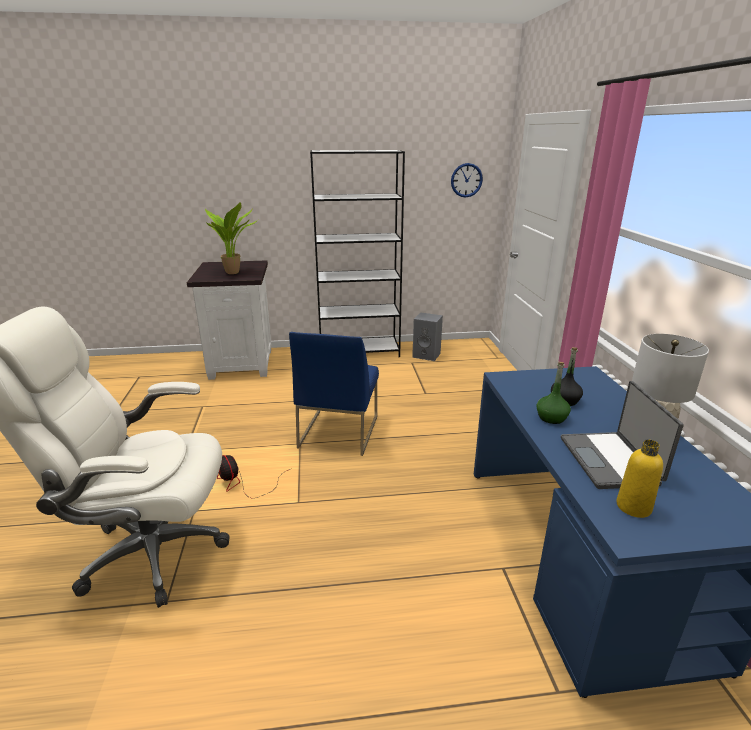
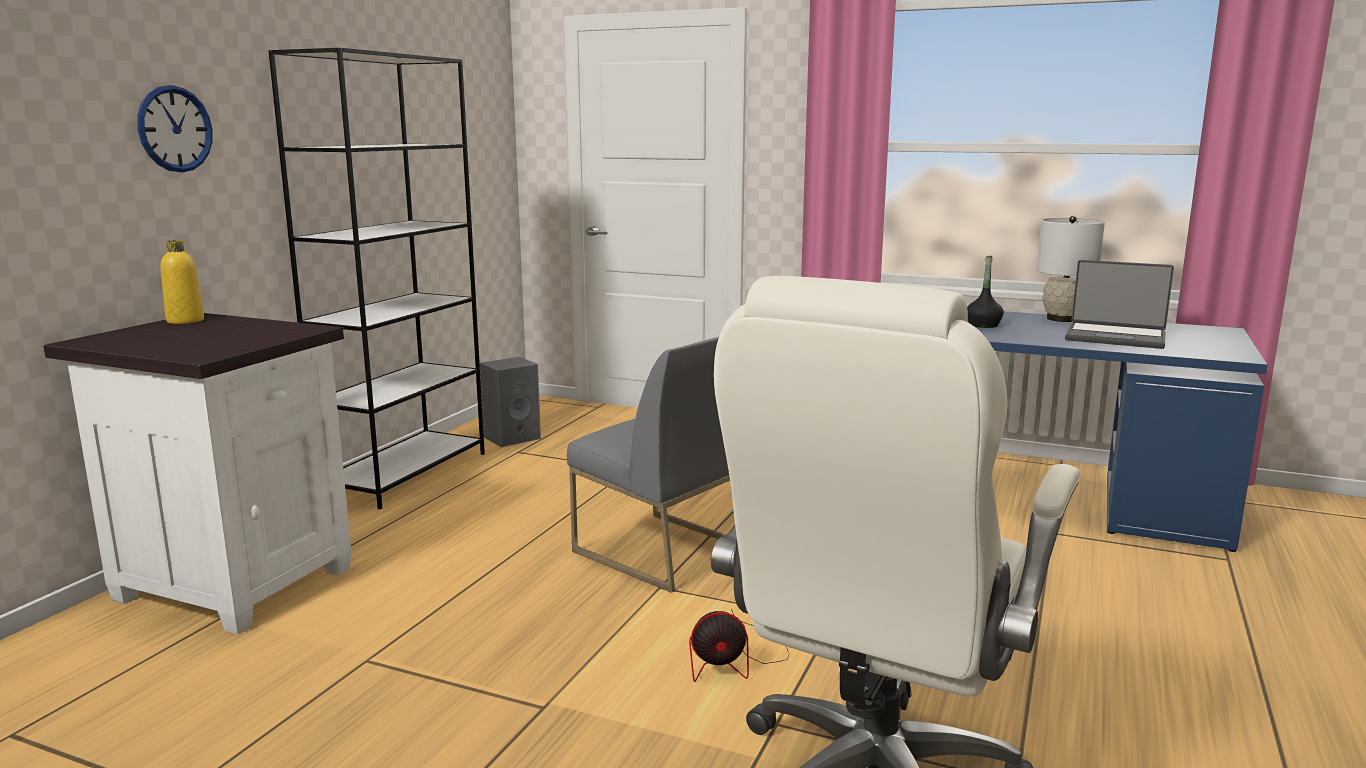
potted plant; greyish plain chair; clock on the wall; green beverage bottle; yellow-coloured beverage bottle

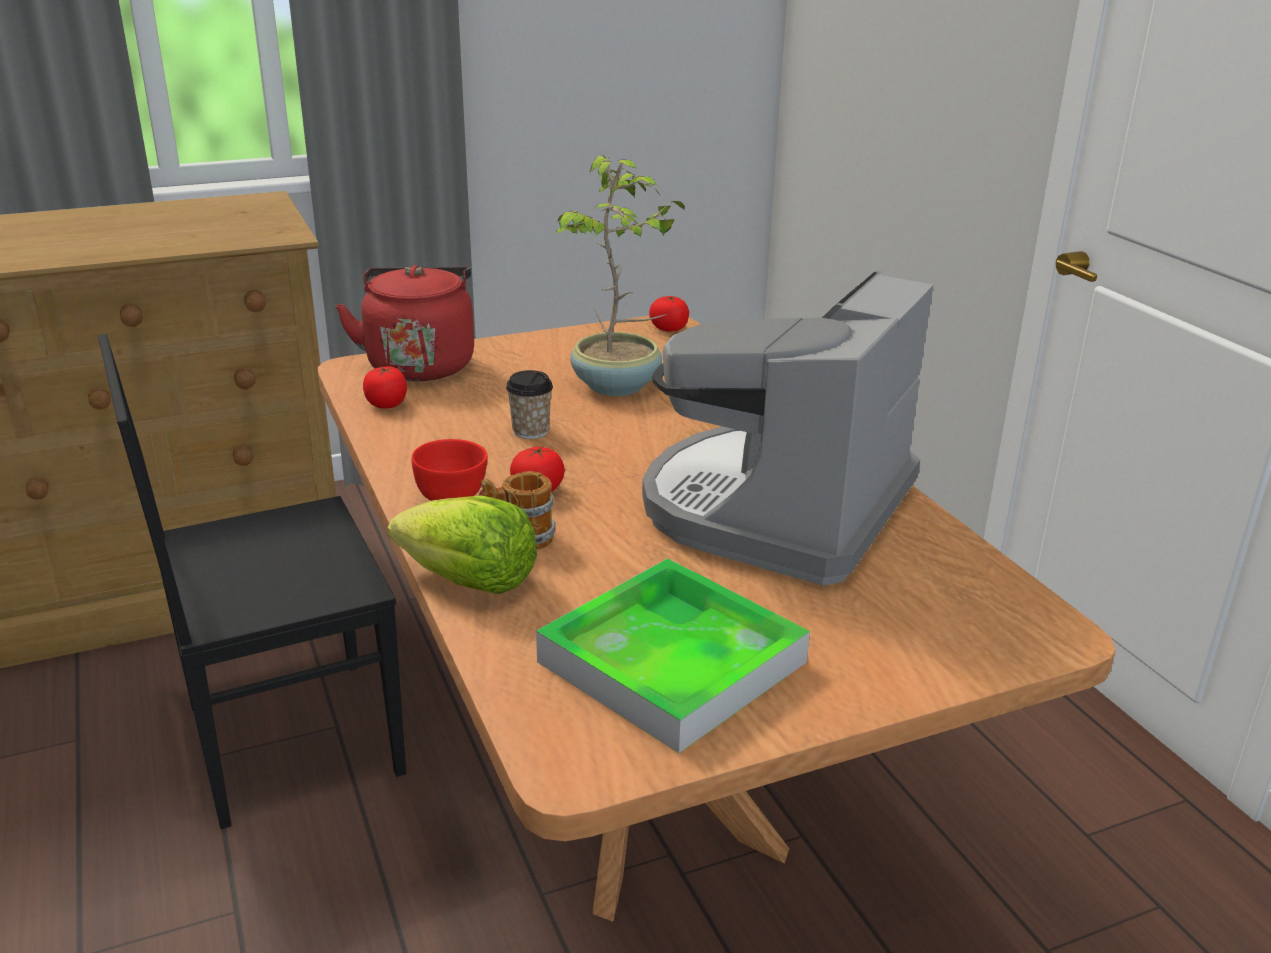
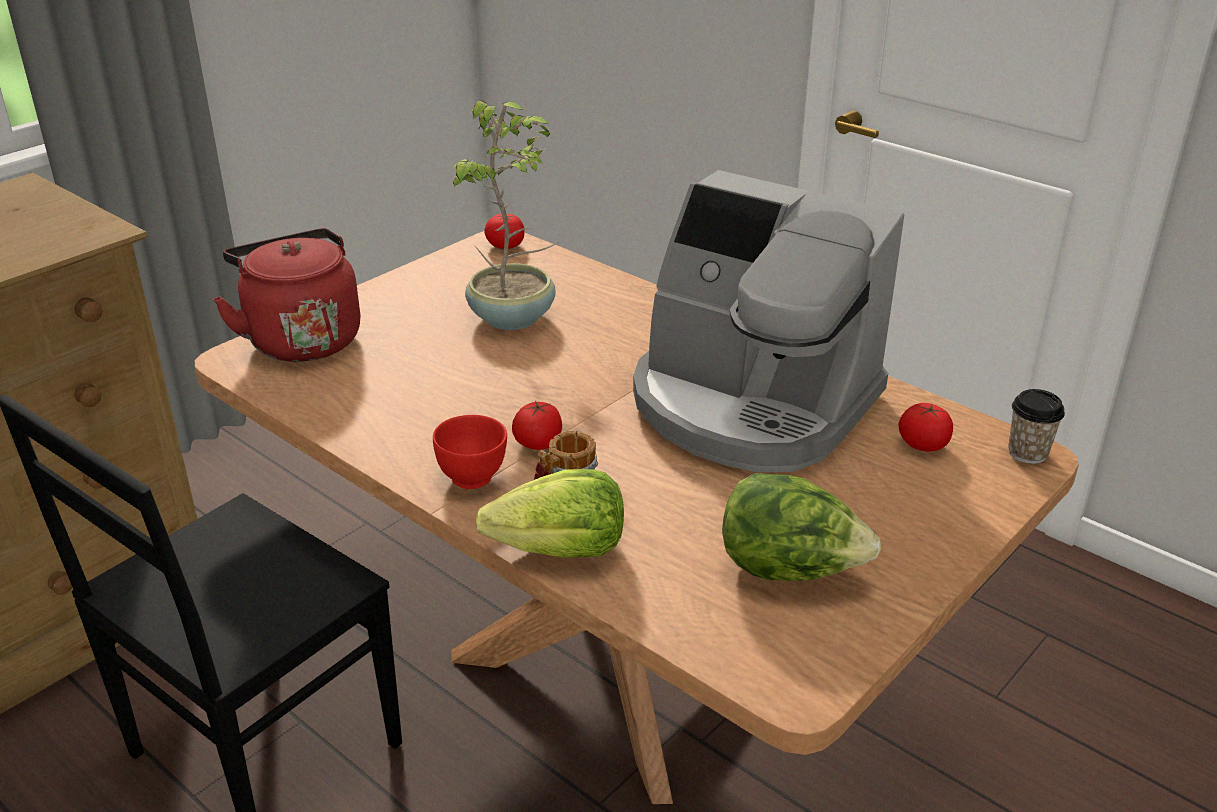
whole tomato (no. 3 from left); drinking cup; lettuce (no. 2 from left); coffee brewer

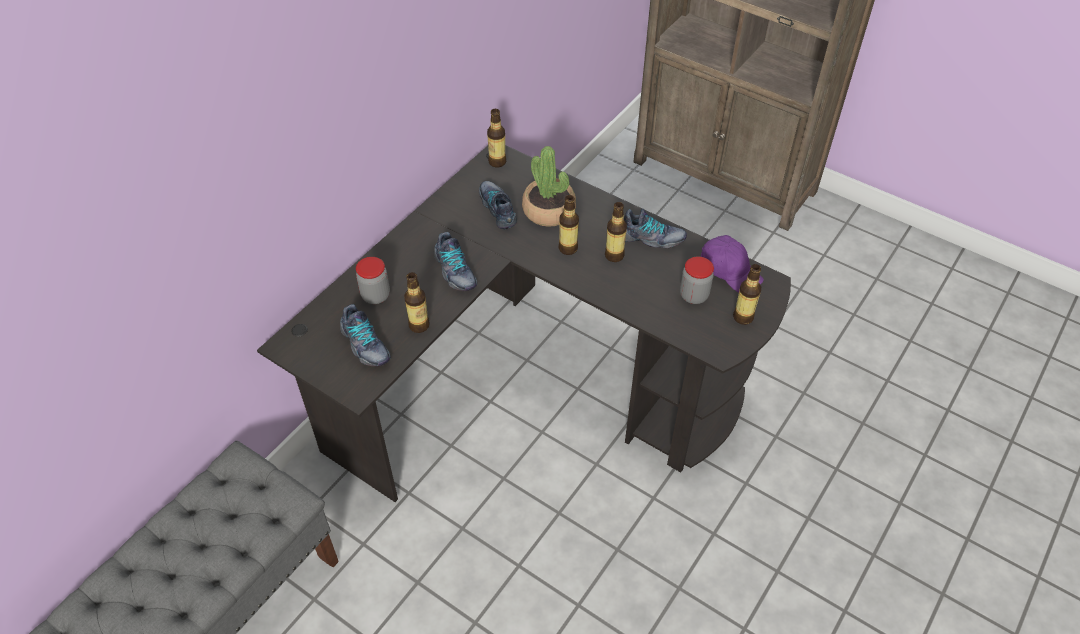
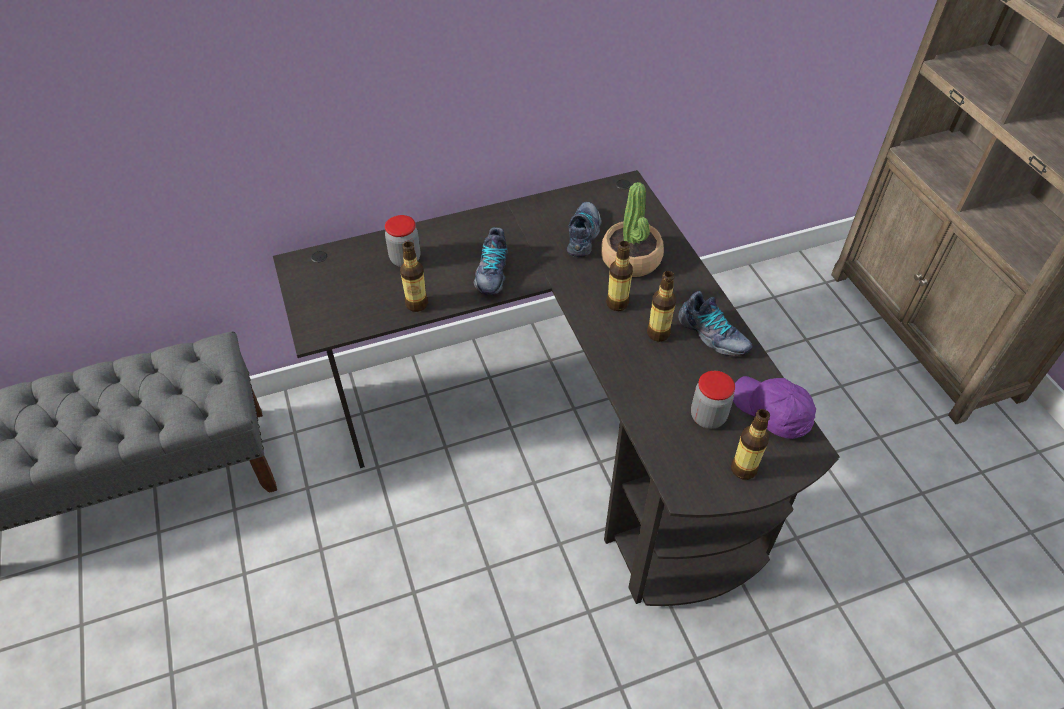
shoe (no. 1 from left in the first image); beverage bottle (no. 2 from left in the first image); purplish cap

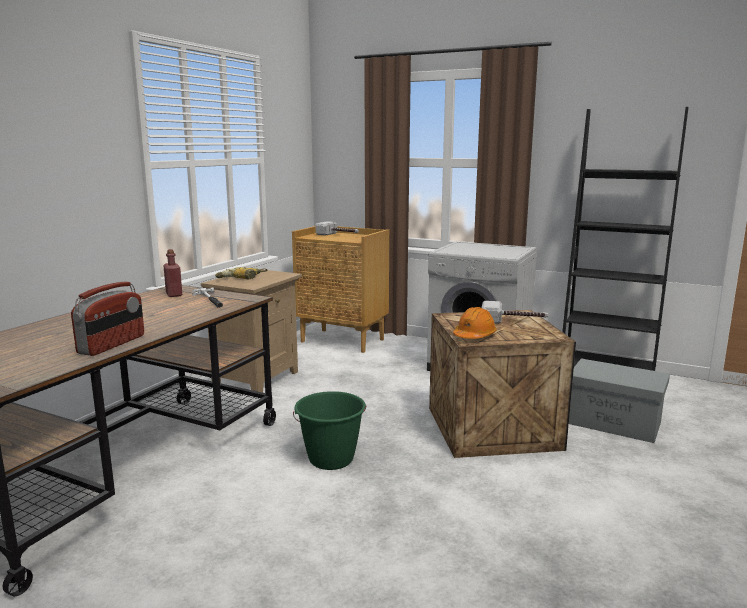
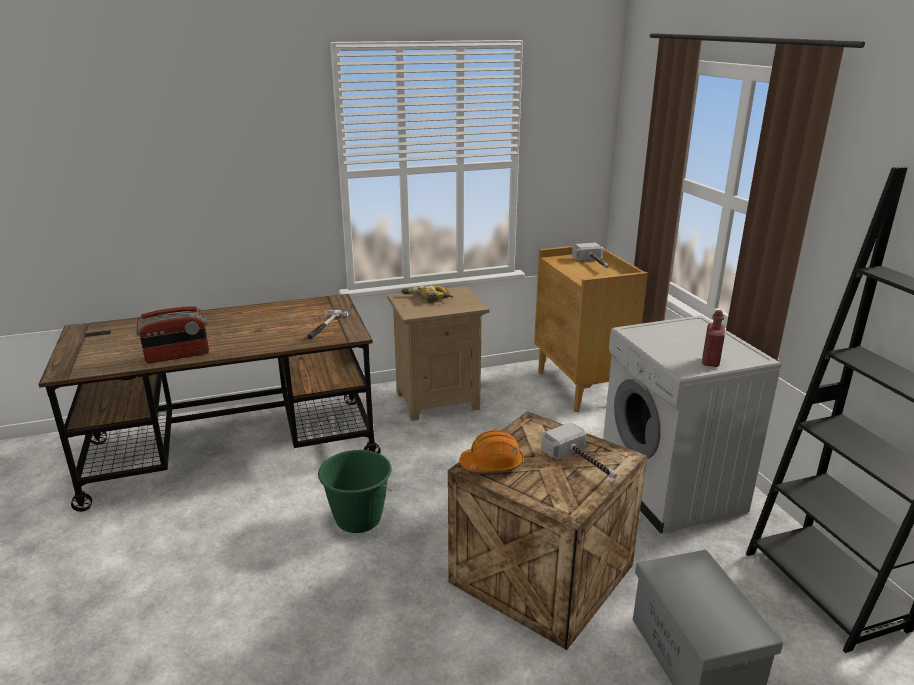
red-coloured beverage bottle

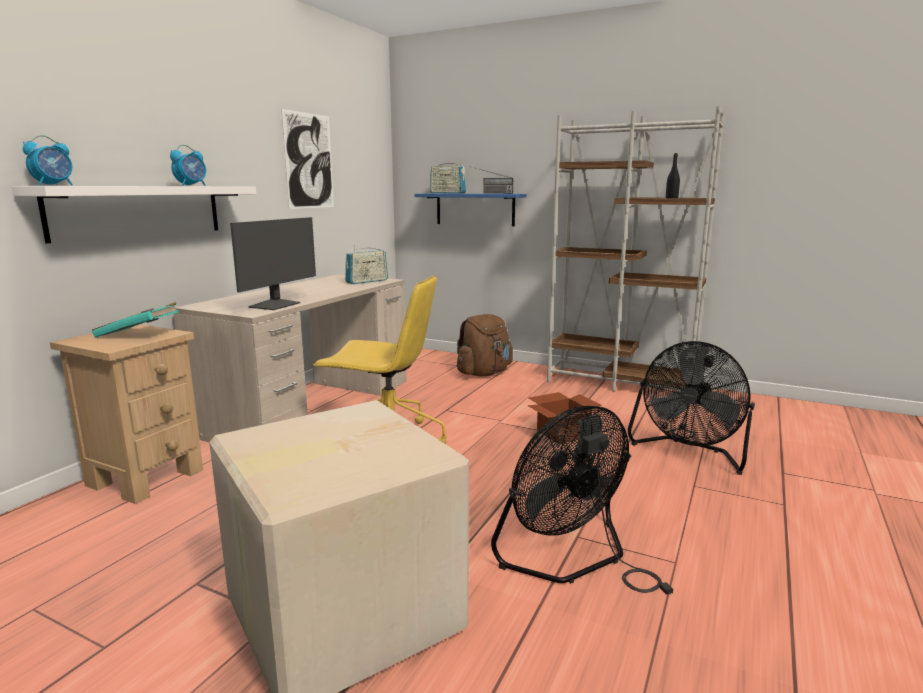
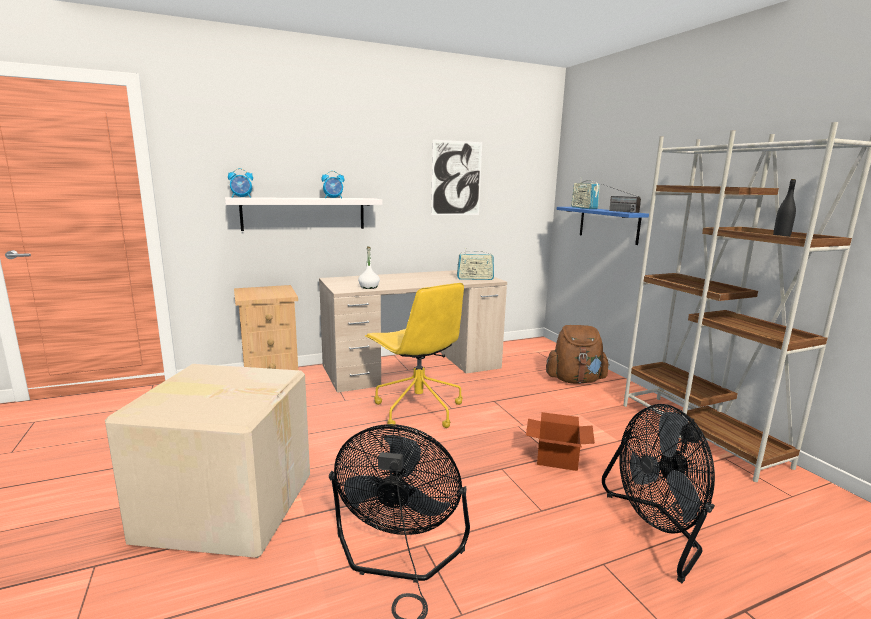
turquoise book; whitish beverage bottle

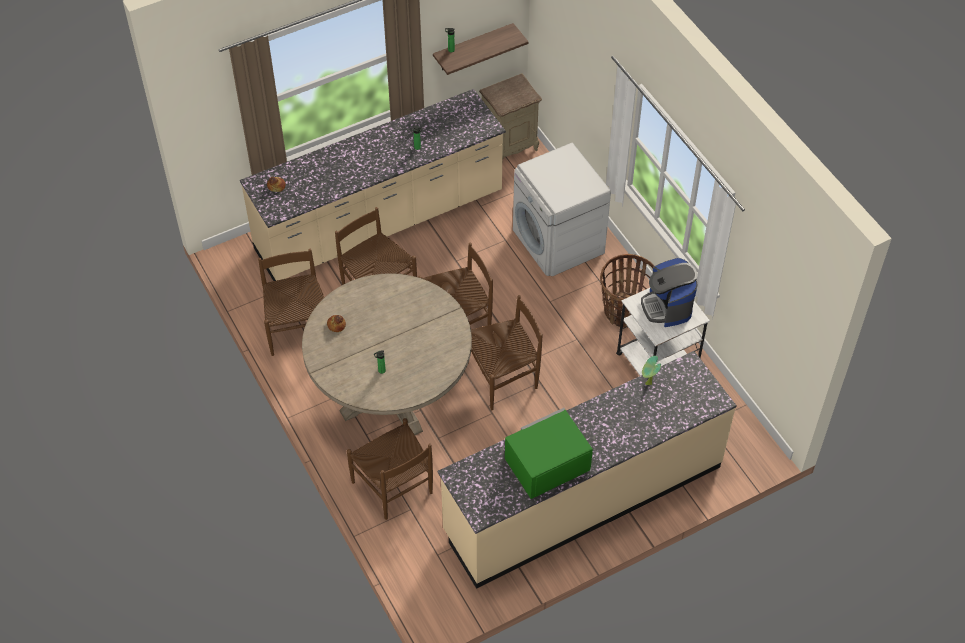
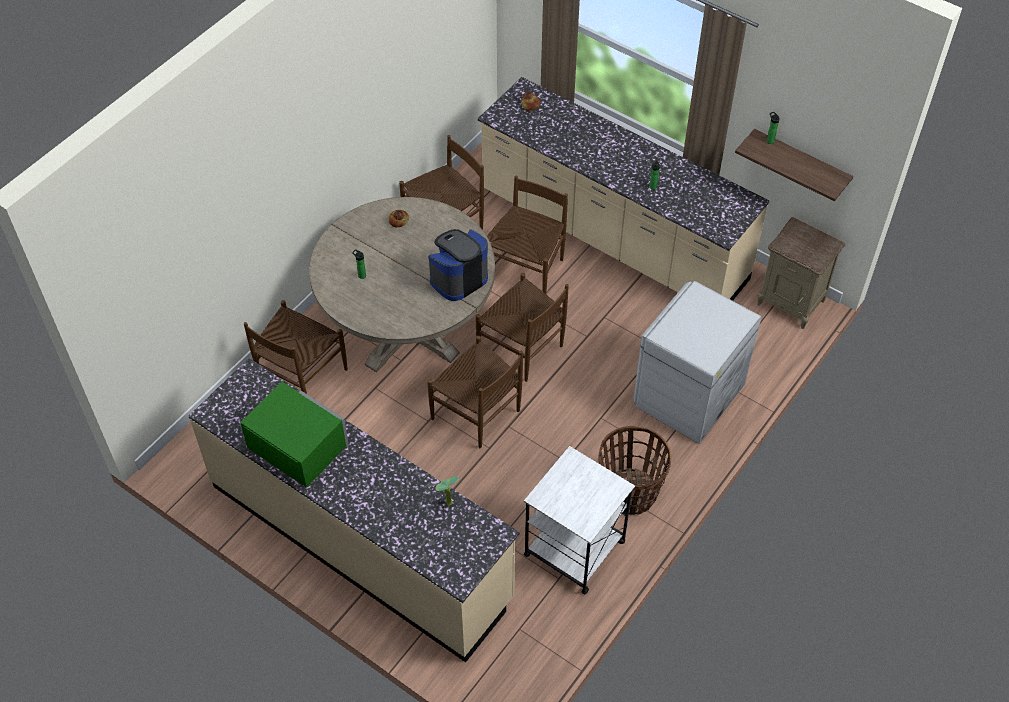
coffee brewer

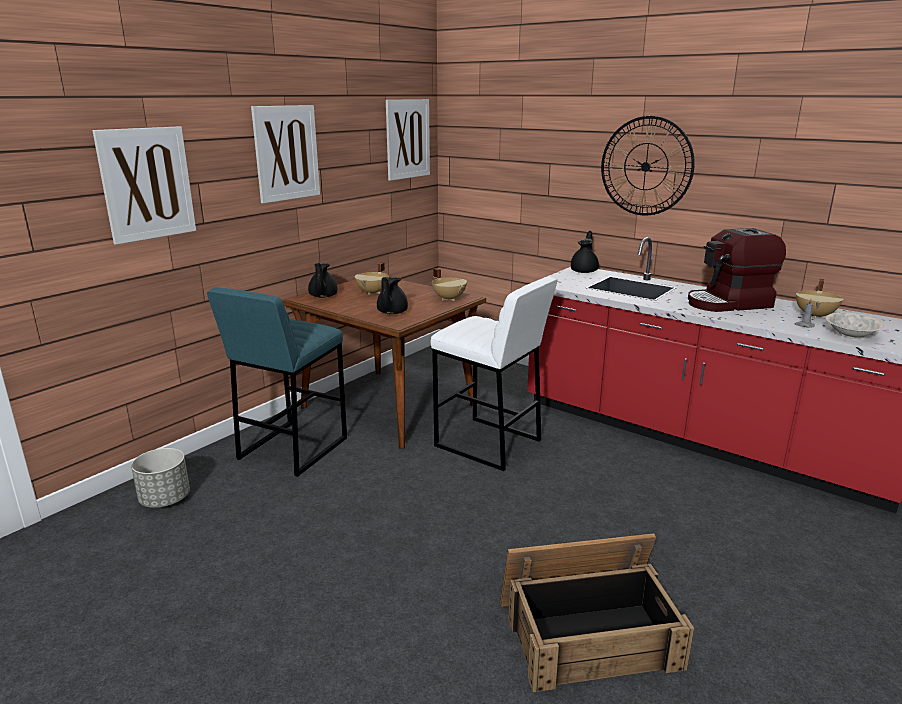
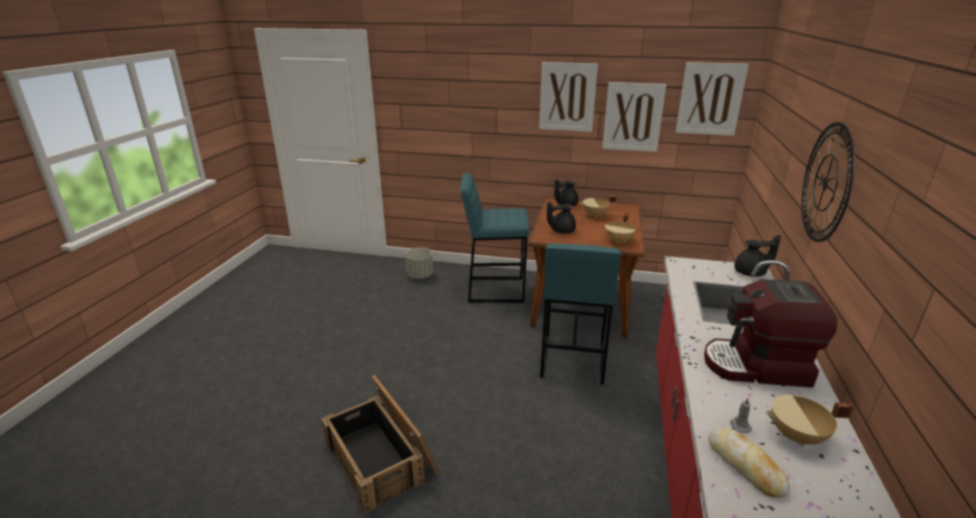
wall picture (no. 2 from left); turquoise stool seat (no. 2 from left); coffee brewer; bread

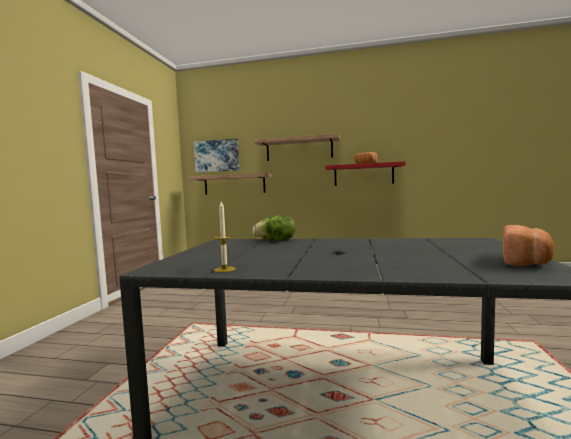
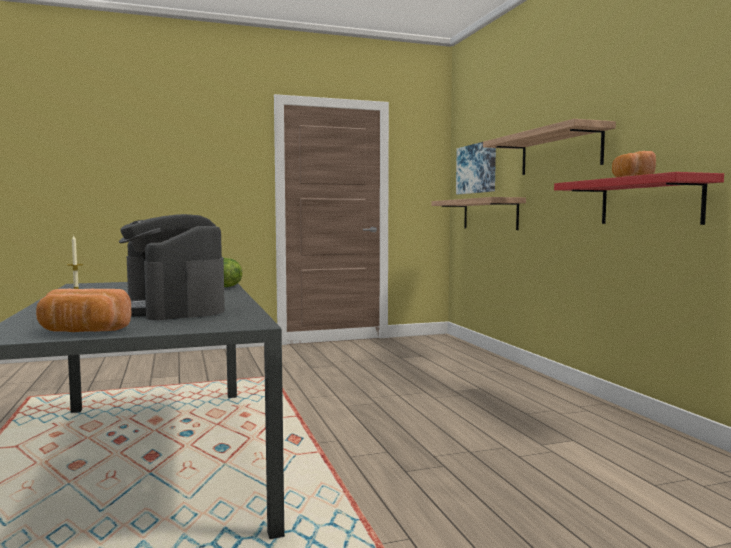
coffee brewer

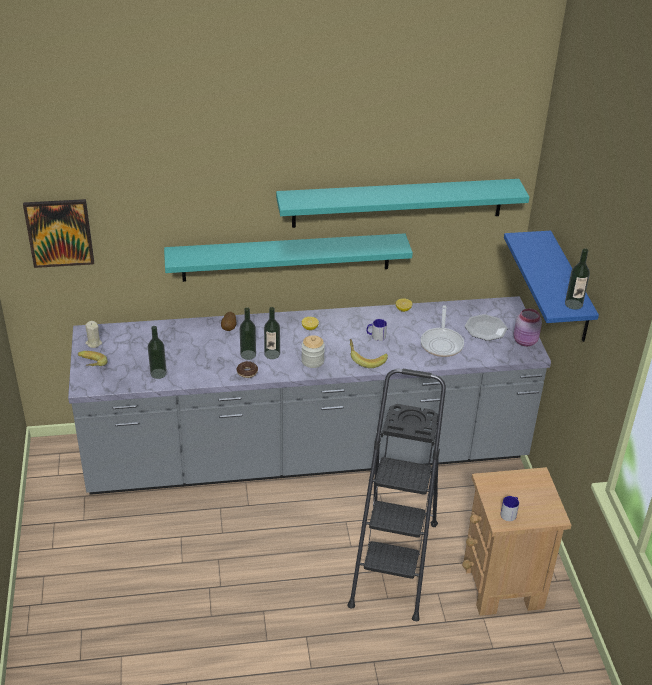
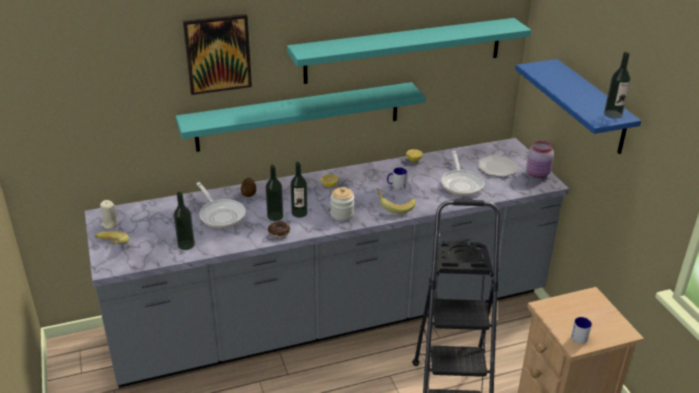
wall picture; skillet (no. 1 from left)

